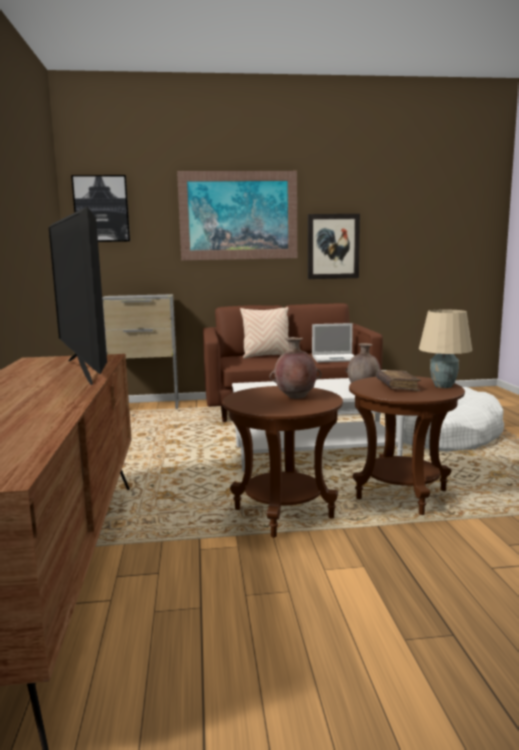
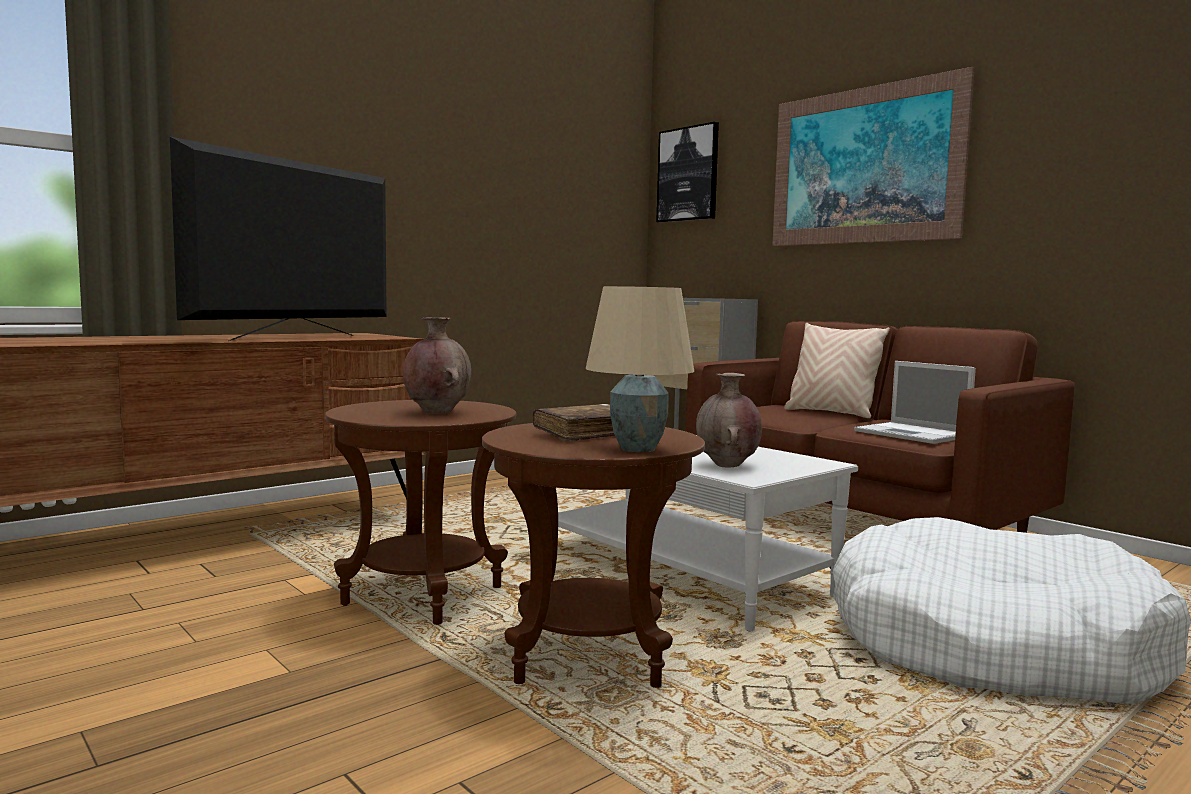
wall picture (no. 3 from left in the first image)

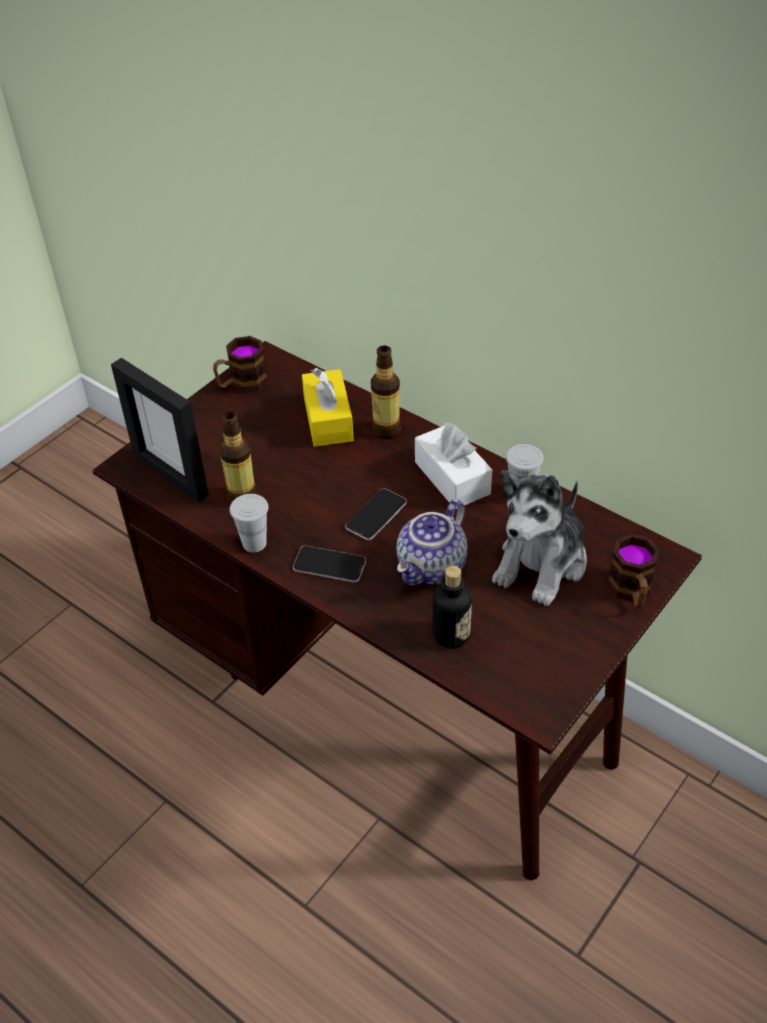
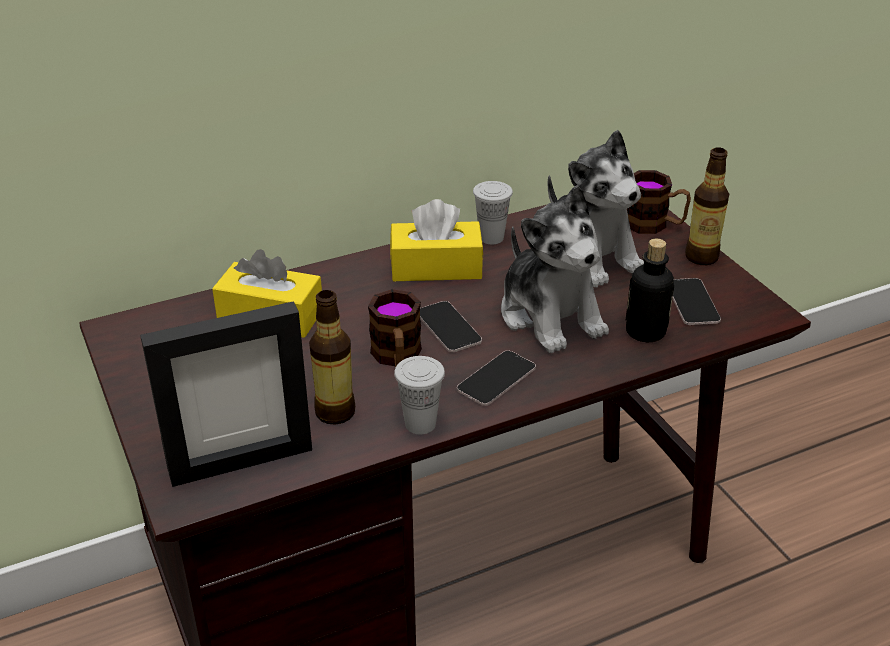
coffee mug (no. 1 from left); beverage bottle (no. 3 from left); cuddly toy (no. 1 from left); yellow-coloured tissue box (no. 2 from left); phone (no. 3 from left)

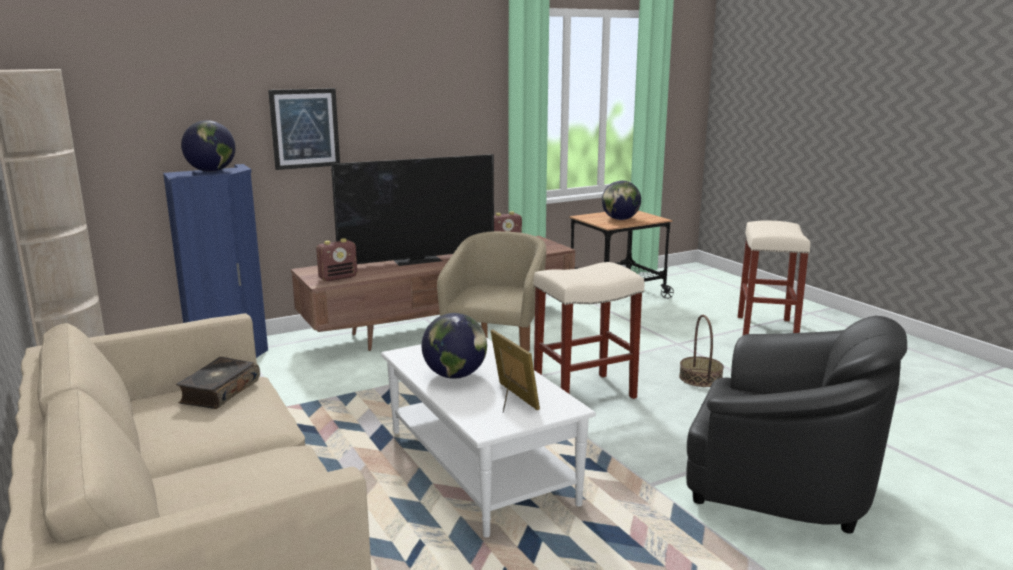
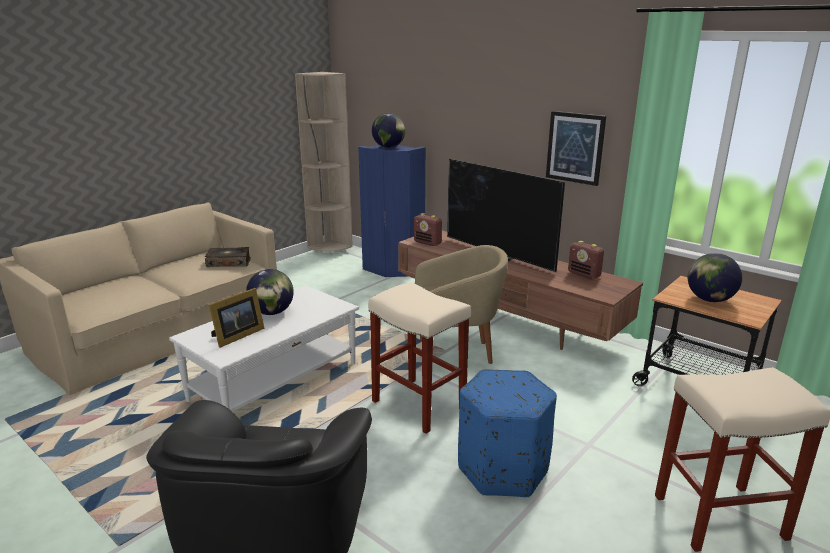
wall picture; blue ottoman

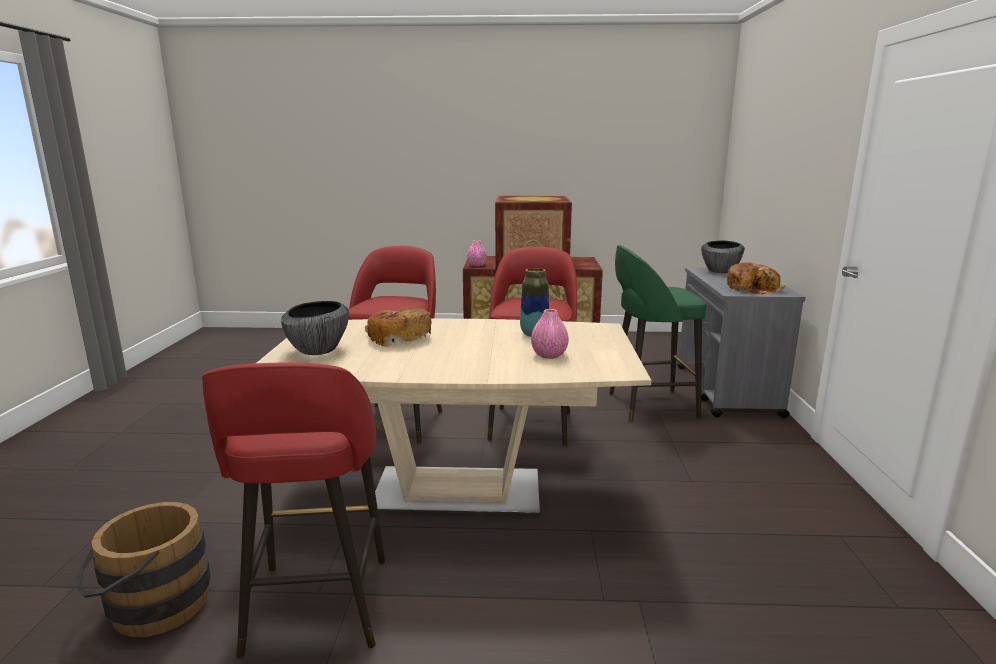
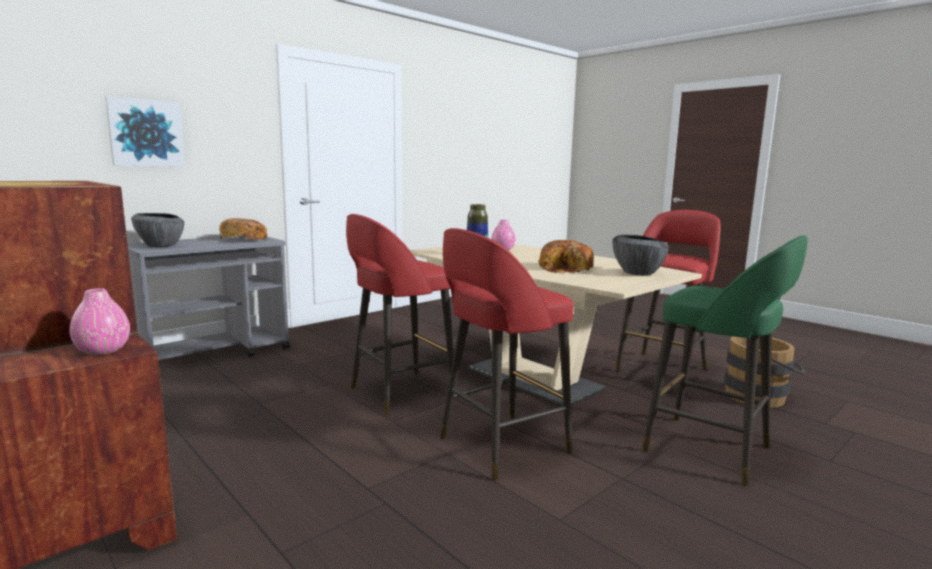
green stool seat; wall picture

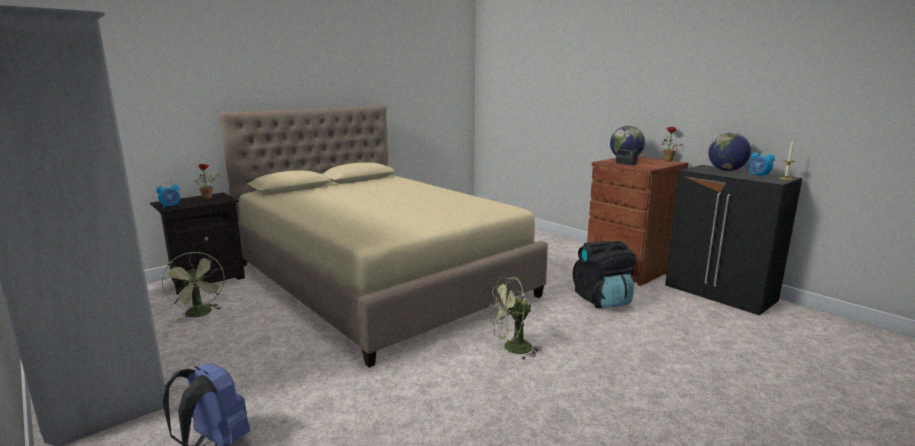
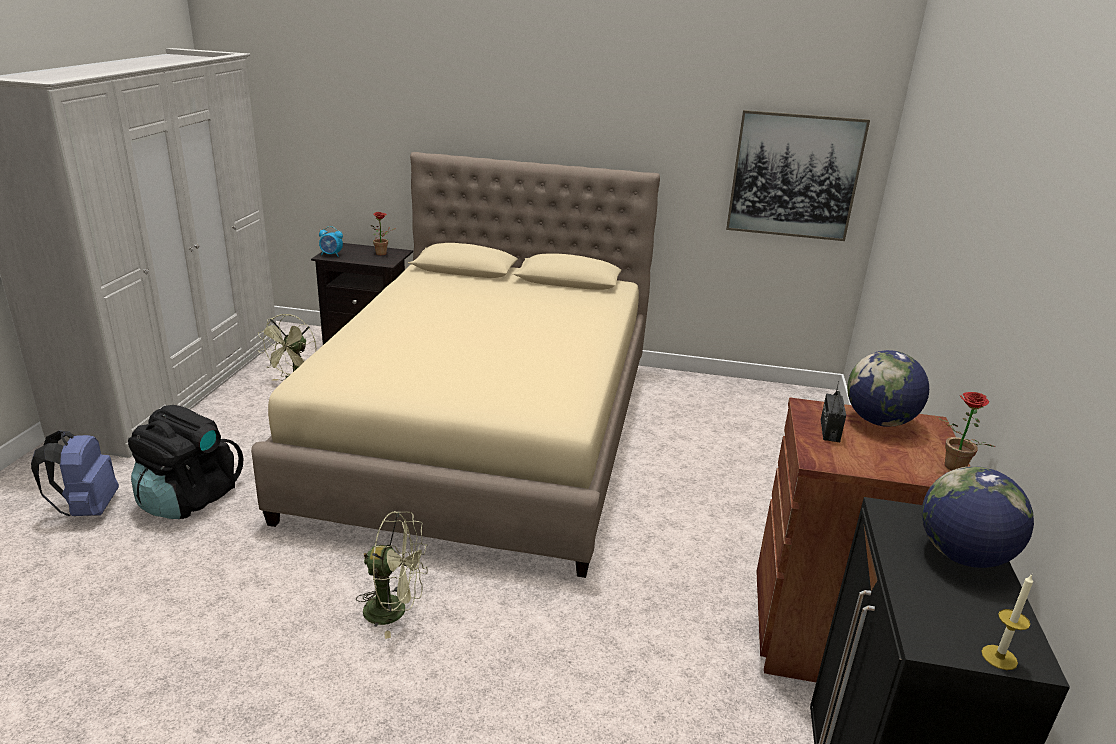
green electric fan (no. 2 from left); blackish rucksack; table clock (no. 2 from left in the first image); wall picture

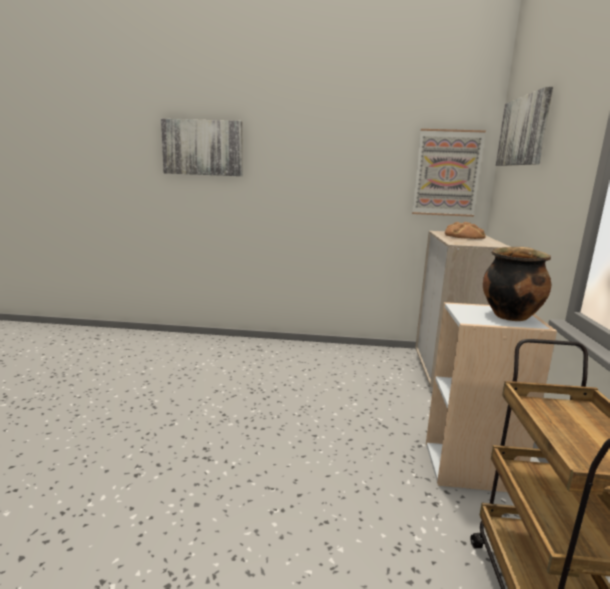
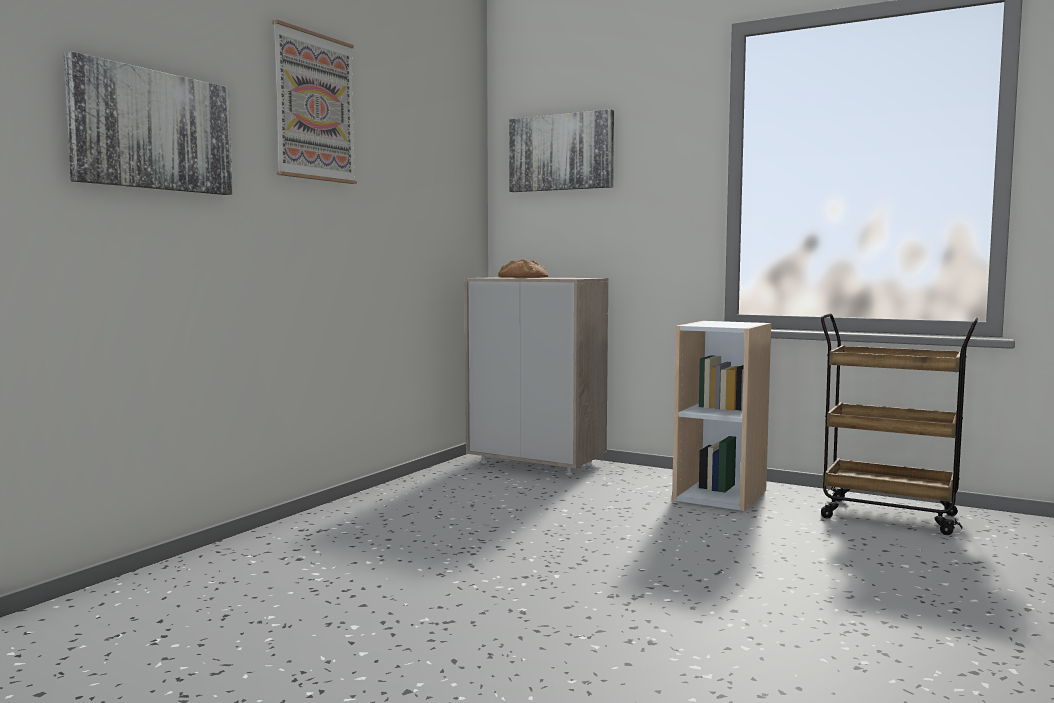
wall picture (no. 2 from left); saucepot

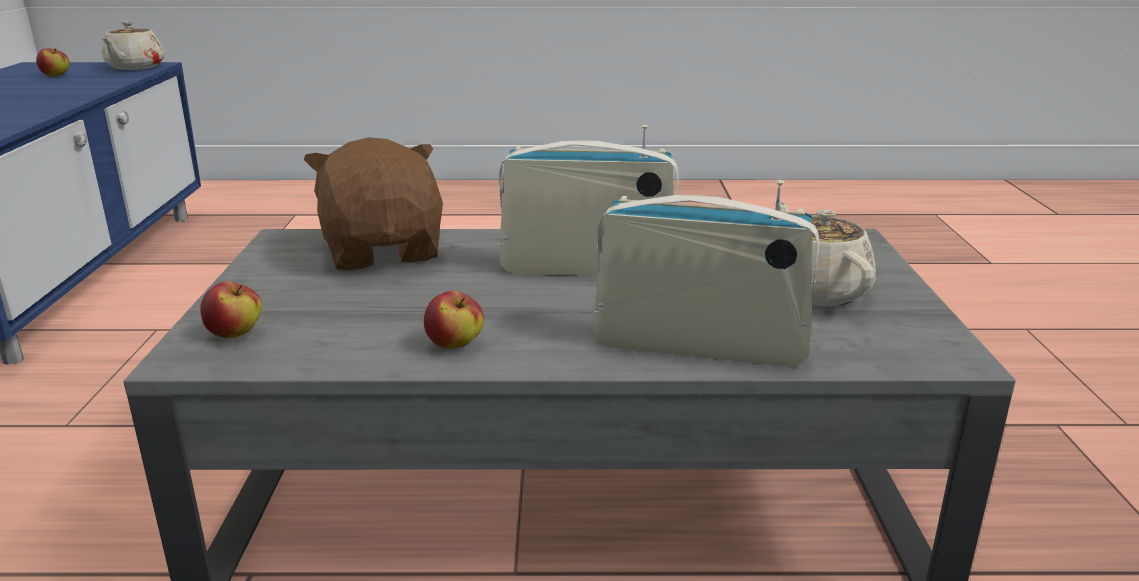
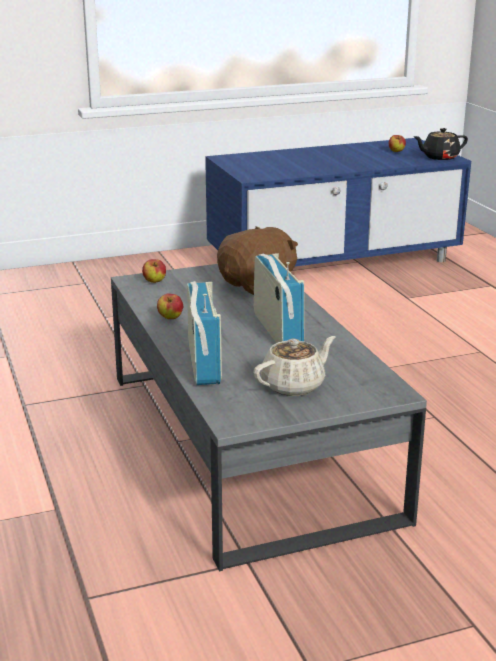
blackish teapot

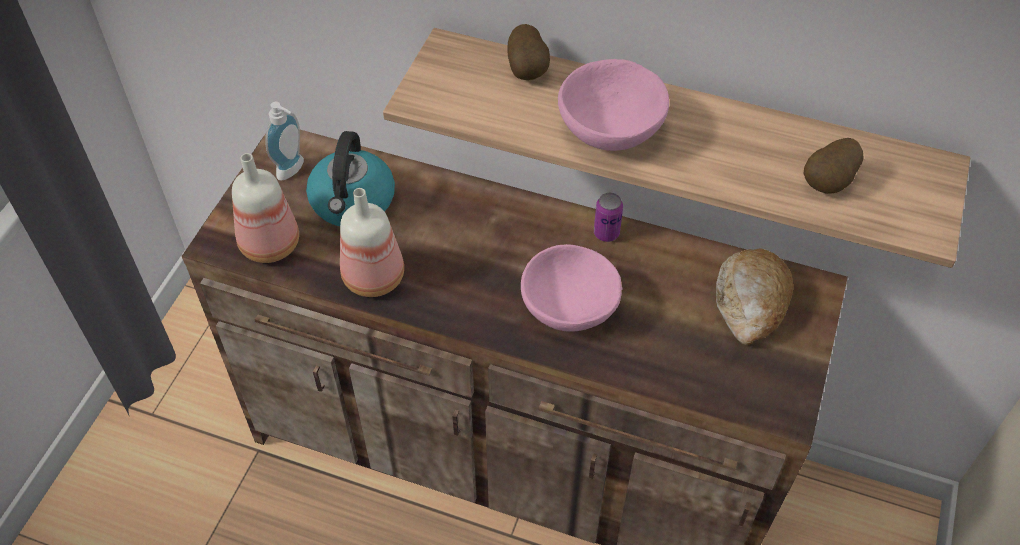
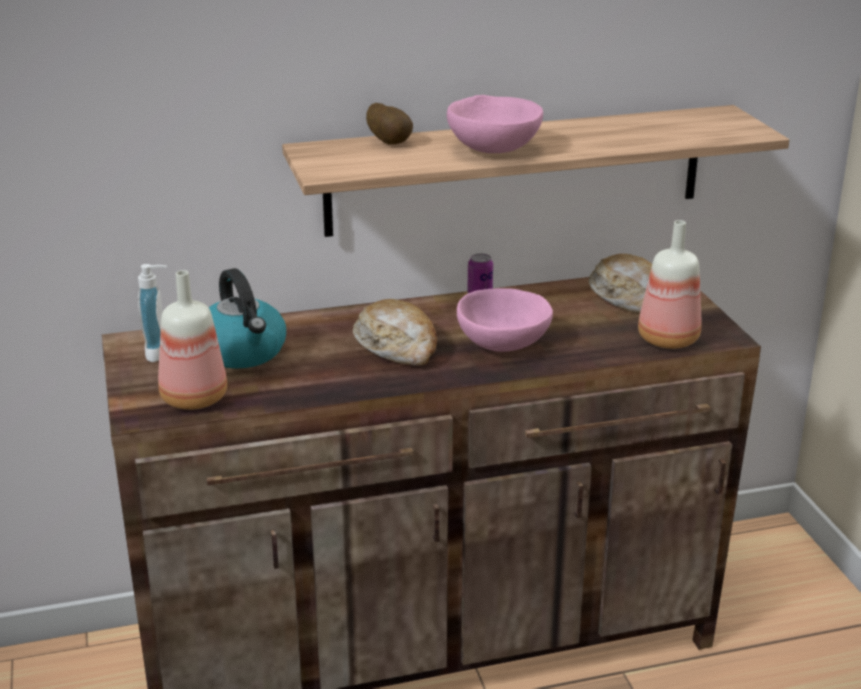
beverage bottle (no. 2 from left); whole potato (no. 2 from left in the first image); bread (no. 1 from left)

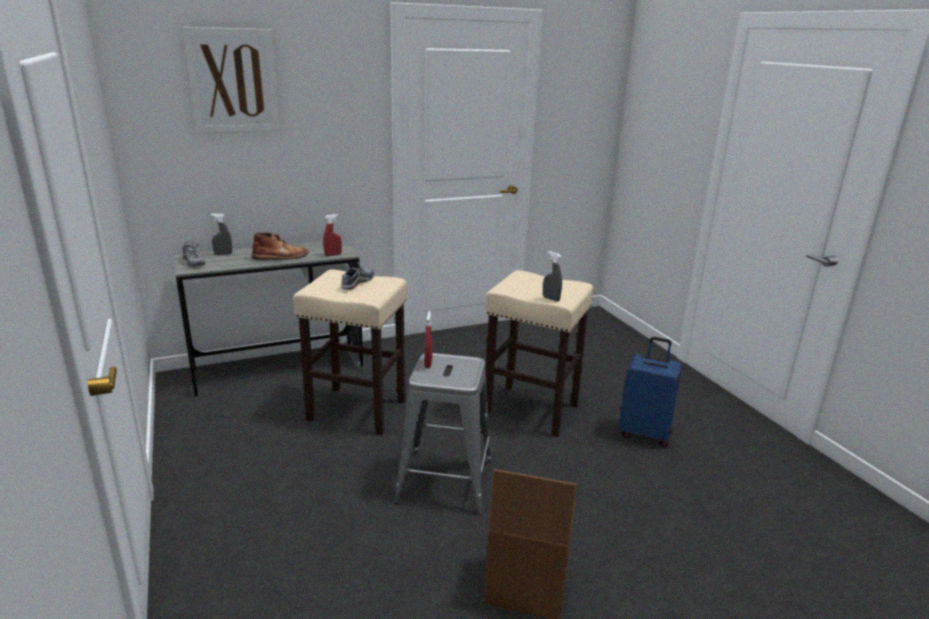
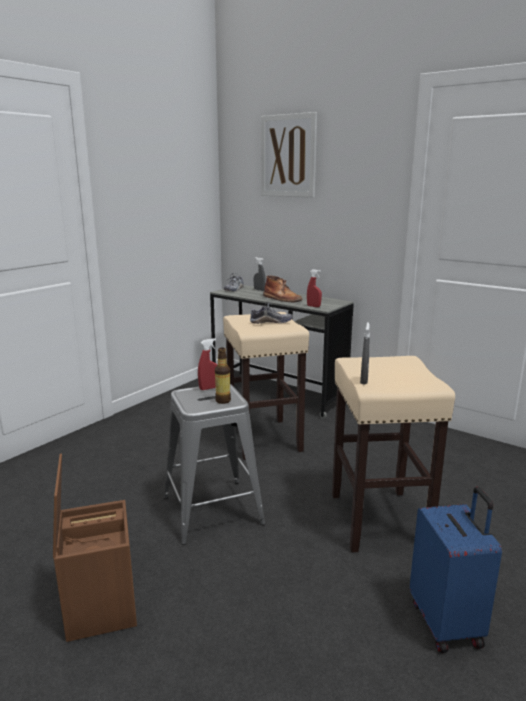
beverage bottle

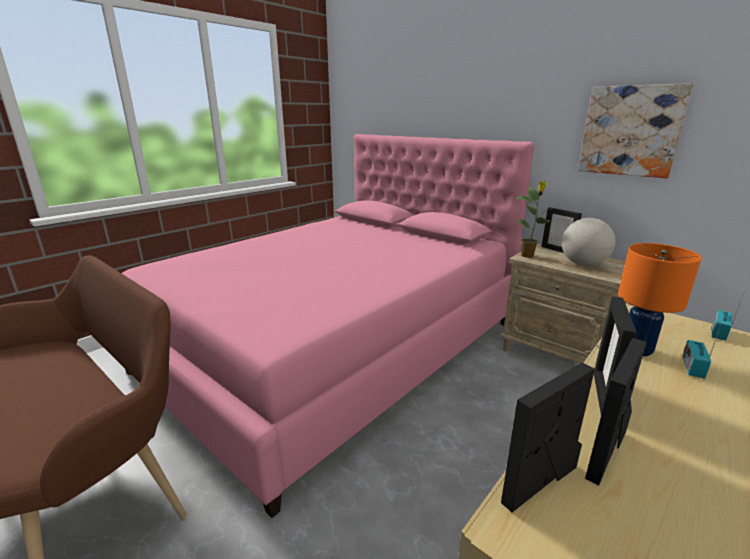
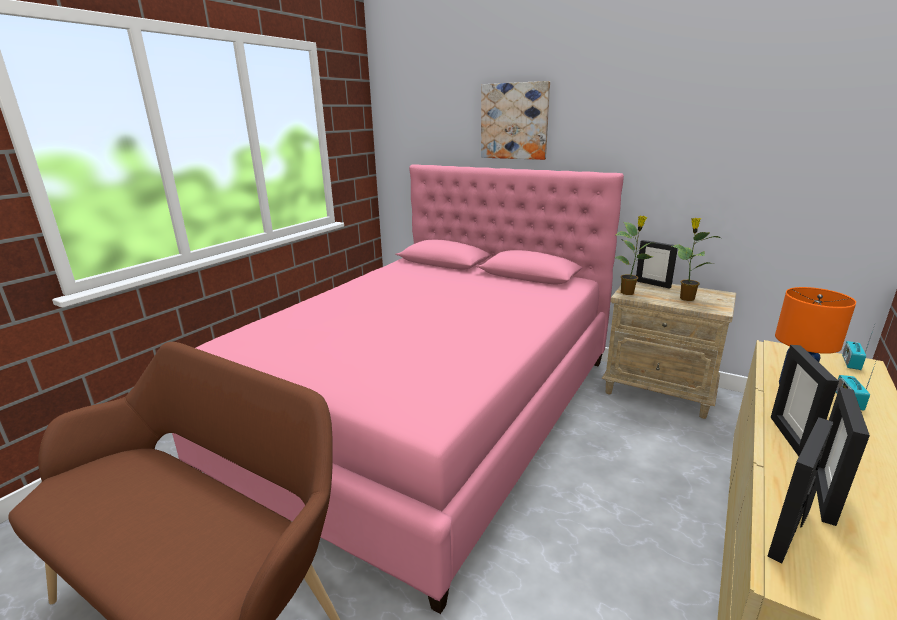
potted plant (no. 2 from left); wall picture

